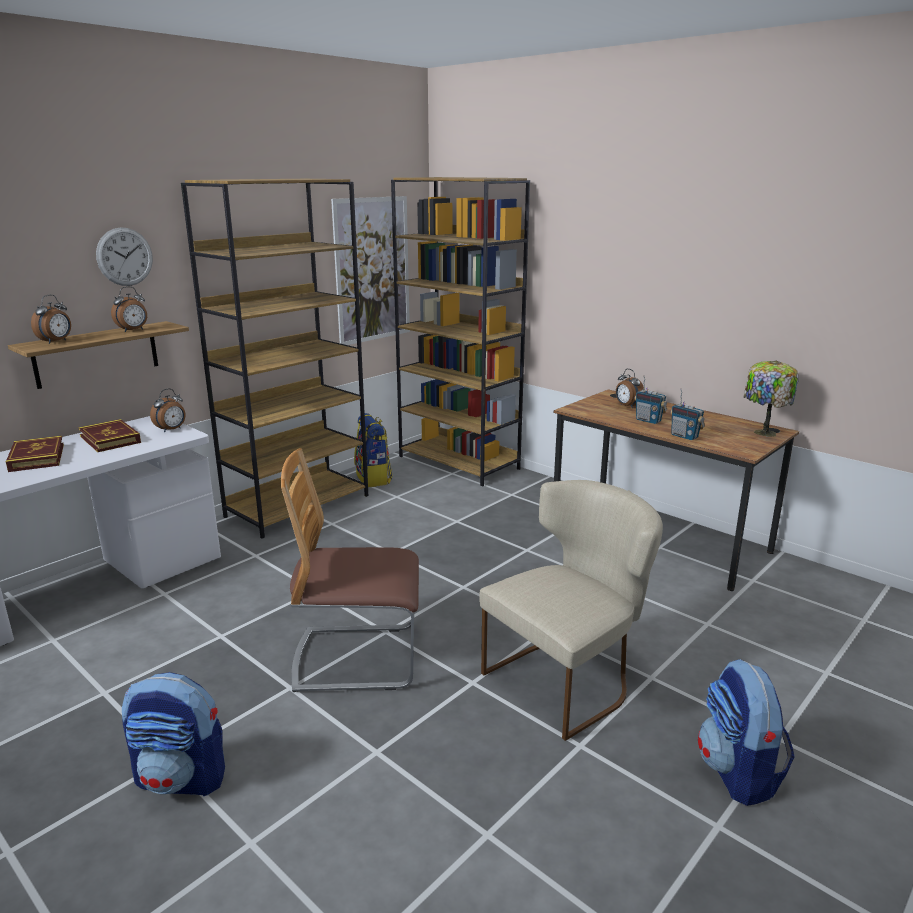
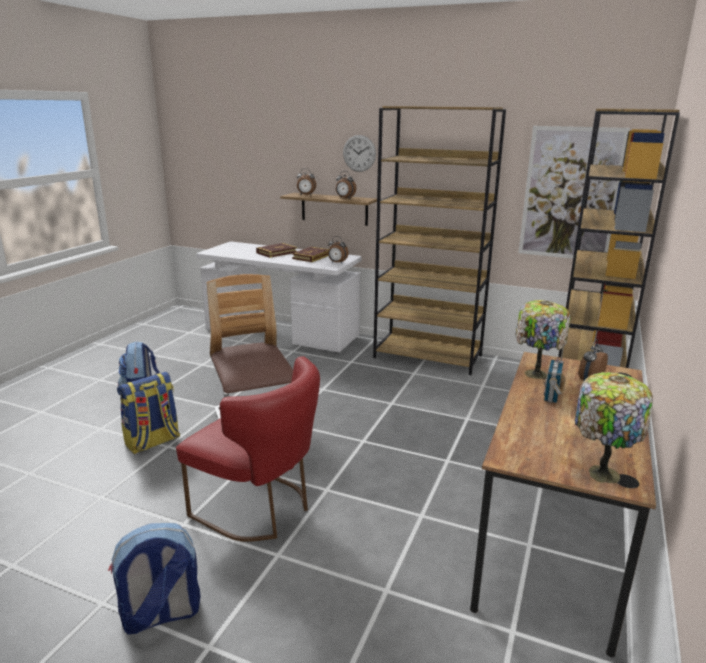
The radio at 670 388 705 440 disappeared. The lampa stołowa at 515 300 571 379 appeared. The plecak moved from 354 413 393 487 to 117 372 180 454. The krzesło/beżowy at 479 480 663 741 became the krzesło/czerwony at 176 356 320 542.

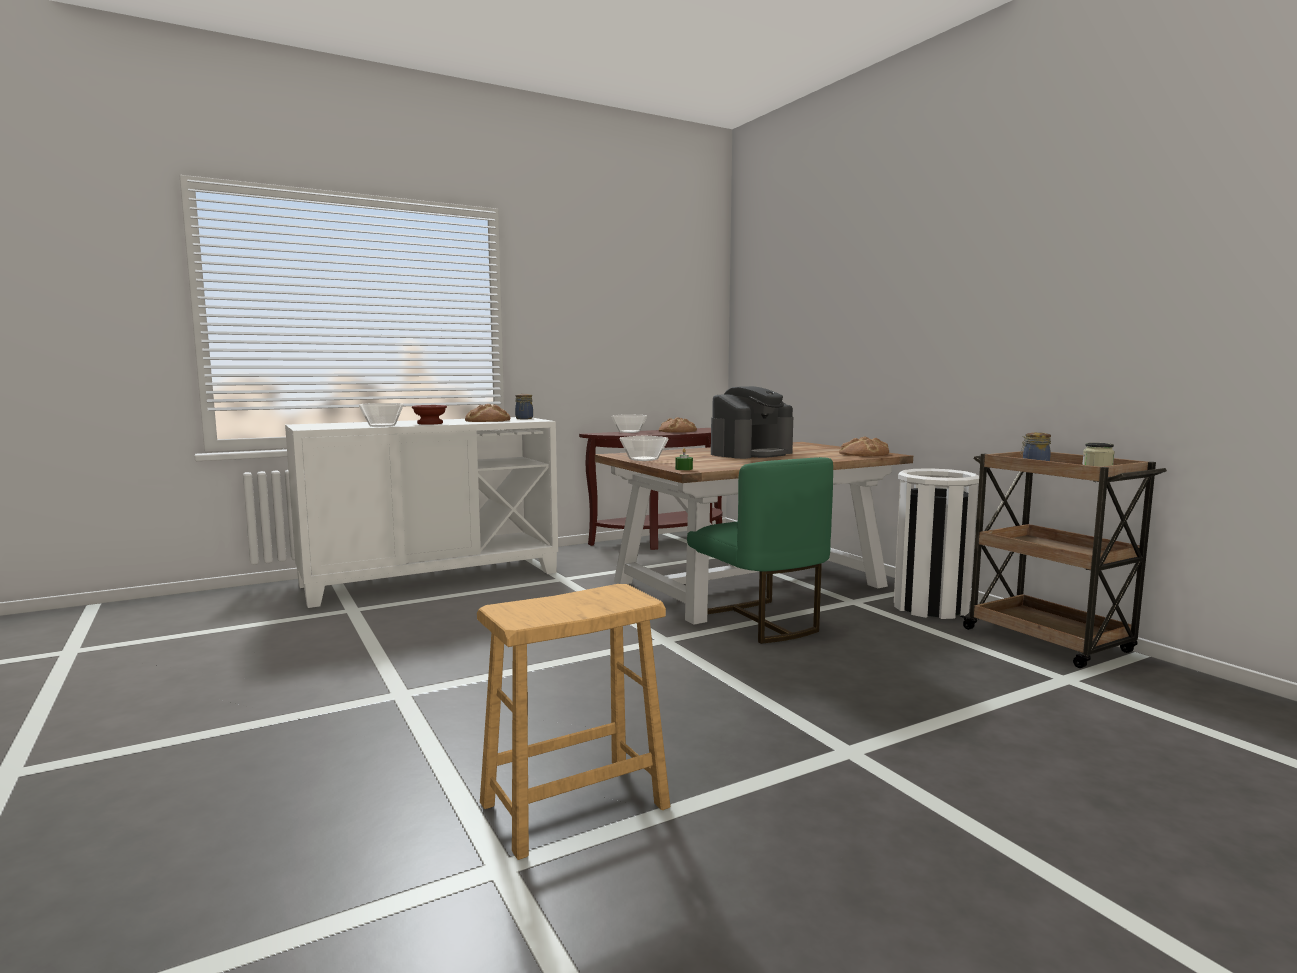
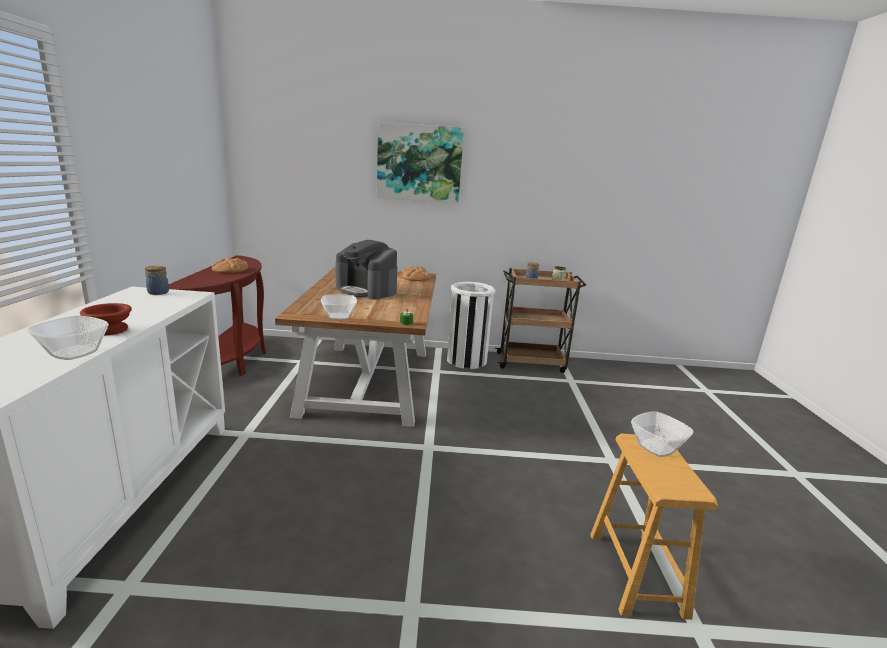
The chleb at 465 404 511 422 disappeared. The krzesło/zielony at 687 457 833 644 disappeared. The obraz at 377 122 464 203 appeared. The miska moved from 612 414 647 433 to 631 411 694 457. The ekspres do kawy at 711 386 793 459 turned 135 degrees clockwise.

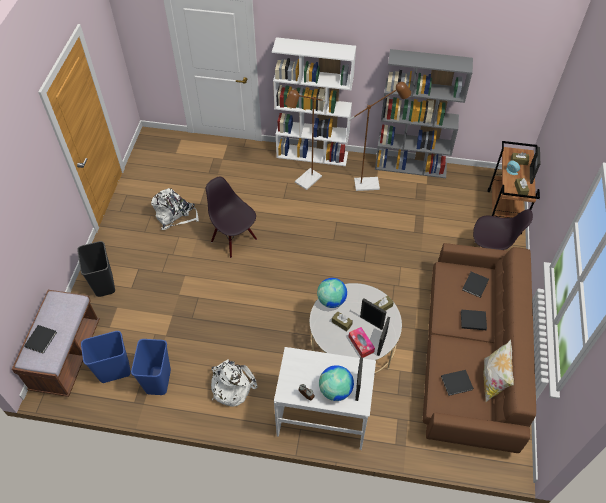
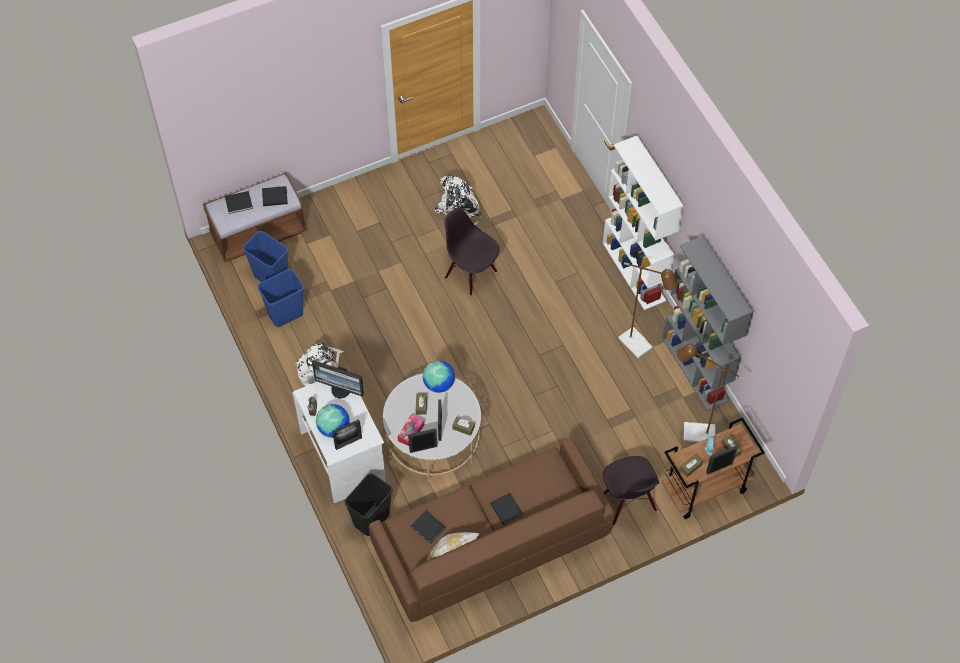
The monitor at 312 361 364 398 appeared. The kosz na śmieci/czarny moved from 77 241 115 297 to 344 473 393 536. The lampa stojąca/brązowy moved from 285 88 326 190 to 676 344 745 442. The książka/czarny moved from 462 272 489 298 to 262 186 288 206. The krzesło/czarny at 206 177 257 258 turned 60 degrees counterclockwise.

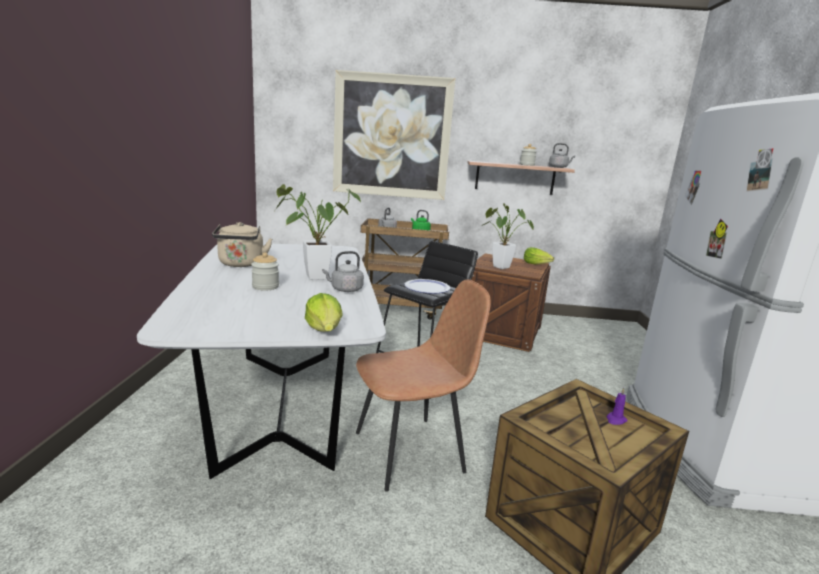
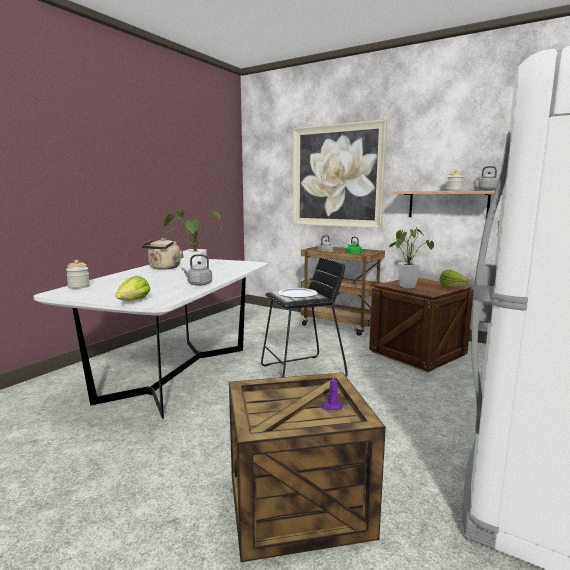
The krzesło/brązowy at 356 279 491 491 disappeared. The słoik moved from 251 252 279 290 to 66 260 90 289.

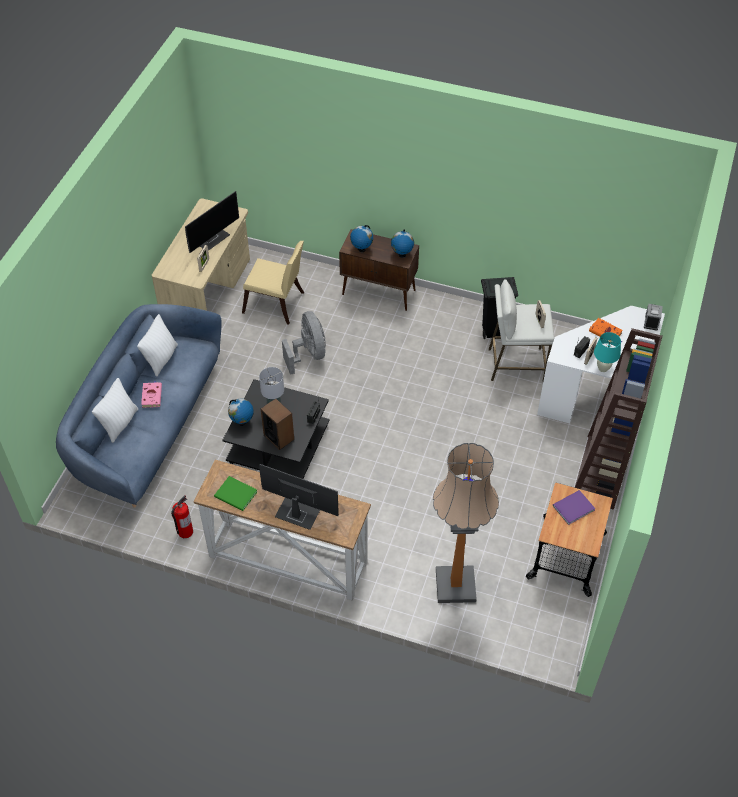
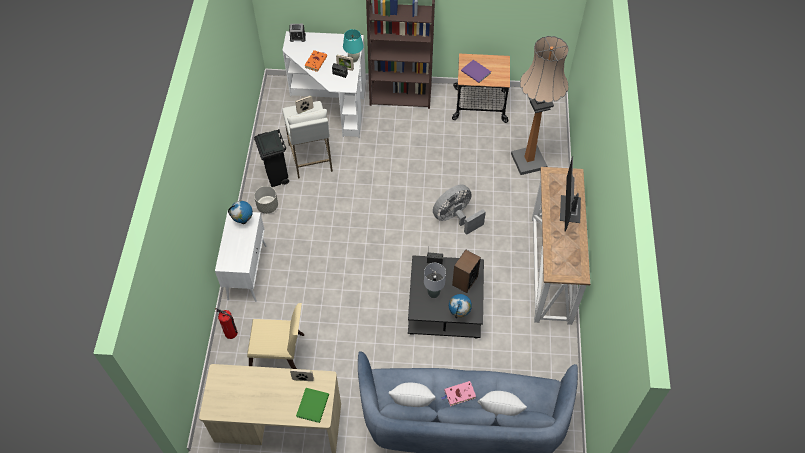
The monitor at 185 191 239 253 disappeared. The globus at 350 225 373 252 disappeared. The donica/szary at 254 186 278 214 appeared. The gaśnica moved from 171 495 193 538 to 216 308 238 339. The książka/zielony moved from 214 476 258 511 to 296 388 329 423. The wentylator/szary moved from 282 311 326 375 to 433 185 486 235. The szafka/brązowy at 339 229 419 311 became the szafka/biały at 215 211 267 302. The krzesło/beżowy at 242 241 304 325 turned 90 degrees clockwise.

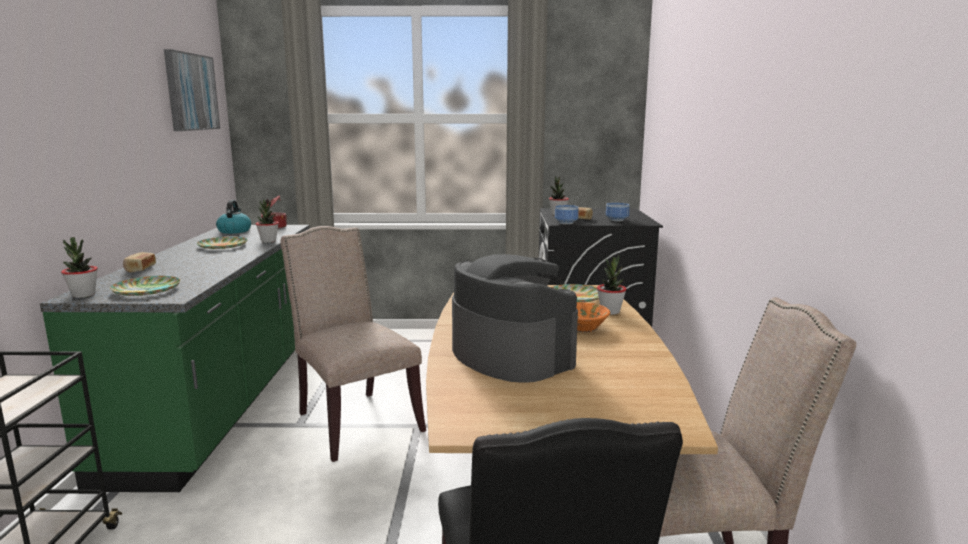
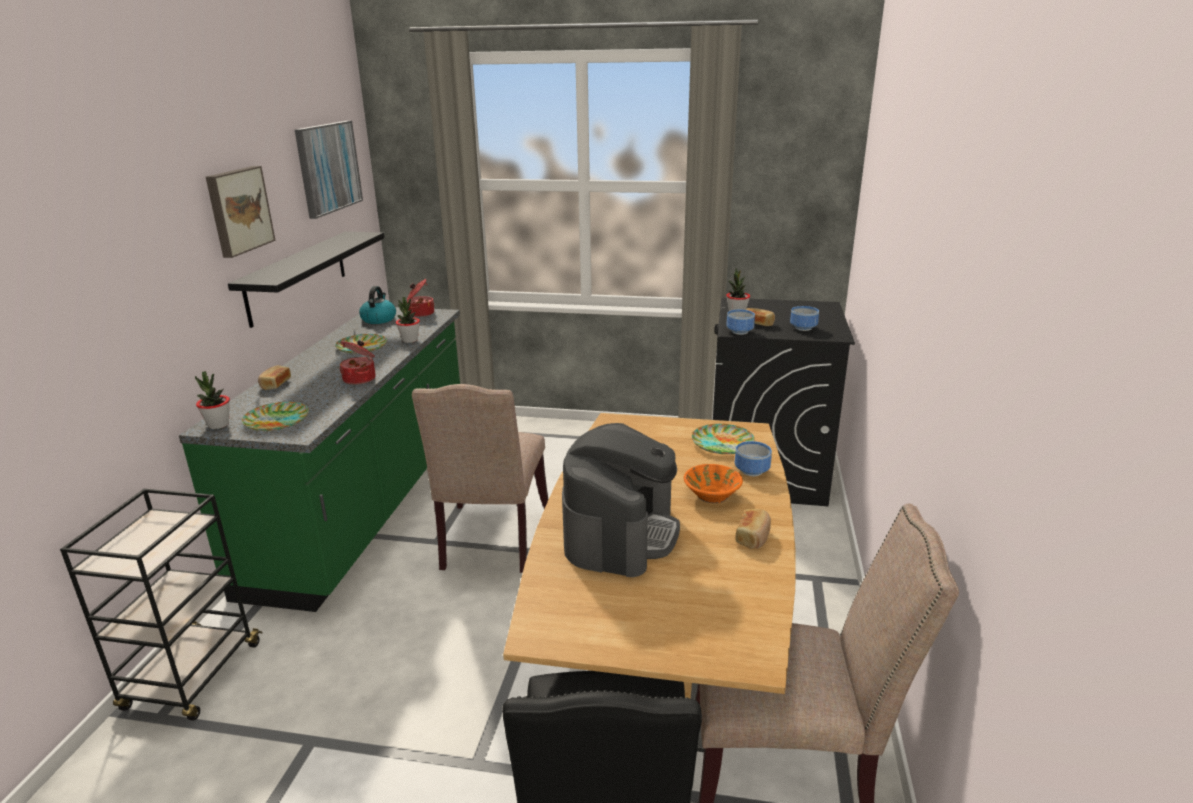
The obraz at 206 166 275 258 appeared. The półka/czarny at 228 232 384 328 appeared. The garnek at 339 340 376 385 appeared. The chleb at 735 509 771 549 appeared. The roślina doniczkowa at 597 255 627 315 was replaced by the miska at 735 441 772 476. The krzesło/beżowy at 280 226 426 462 turned 150 degrees counterclockwise. The ekspres do kawy at 452 254 578 383 turned 45 degrees clockwise.

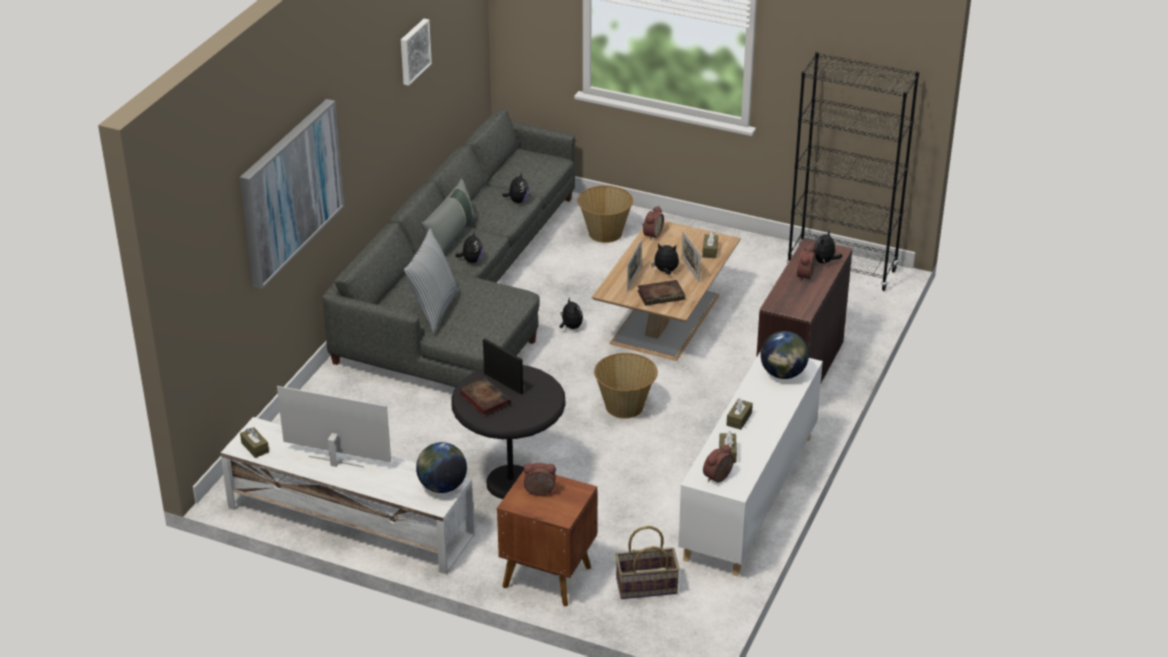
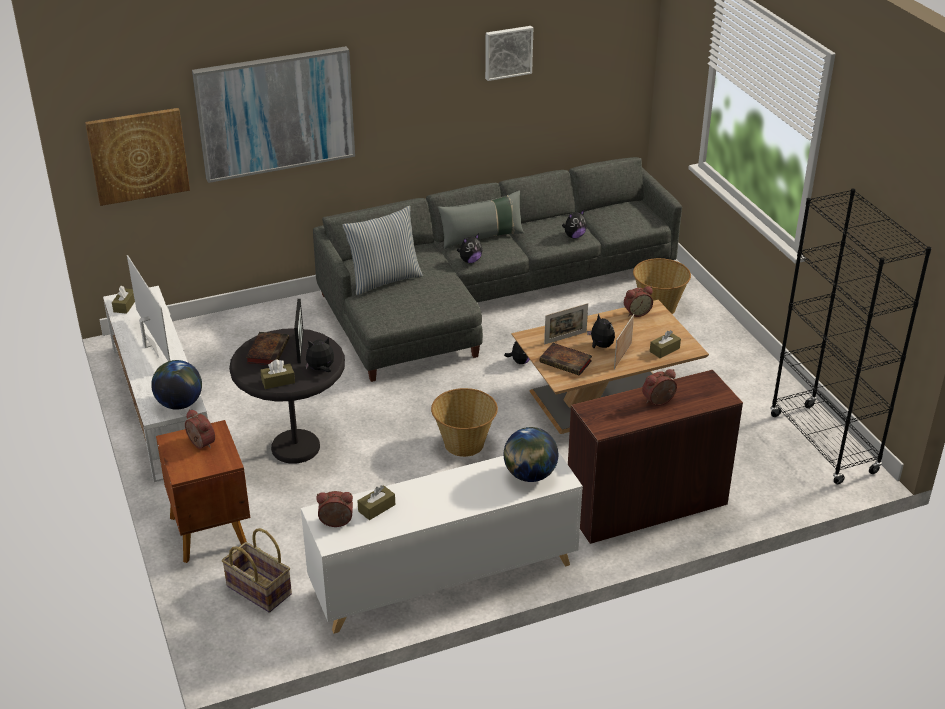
The obraz at 85 108 190 206 appeared. The pudełko chusteczek/brązowy moved from 726 398 753 430 to 260 360 295 389. The pluszak moved from 814 230 843 263 to 305 337 334 372.

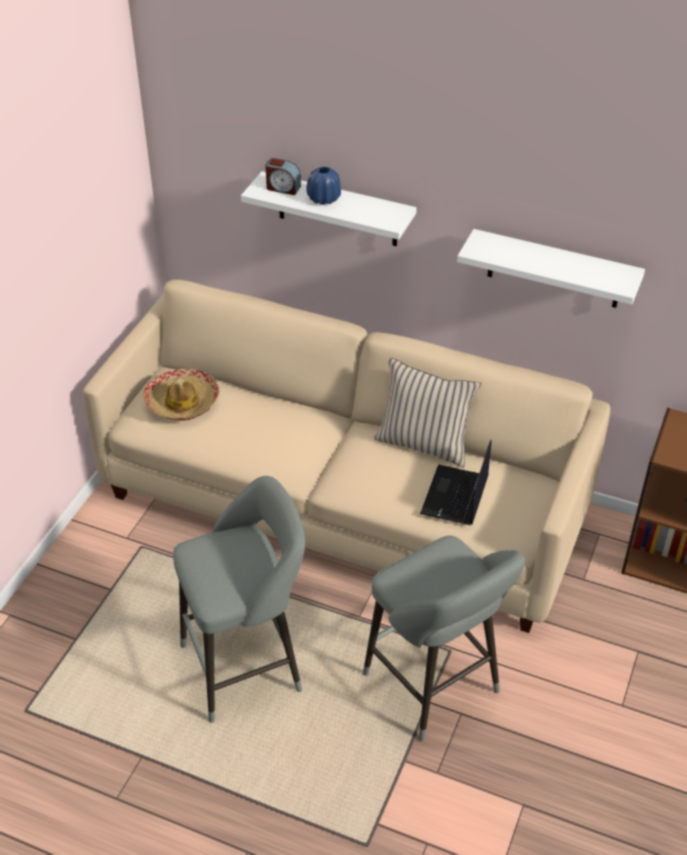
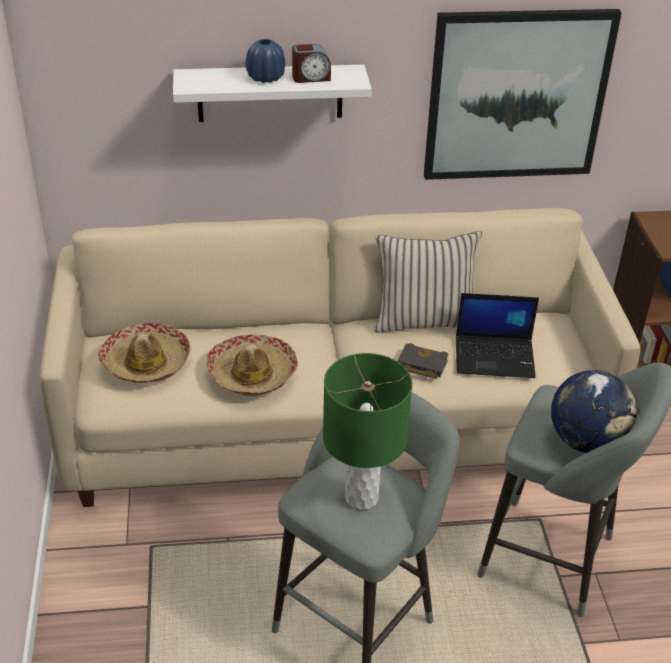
The kapelusz at 207 334 298 396 appeared. The lampa stołowa/zielony at 323 353 412 510 appeared. The książka/czarny at 397 343 449 379 appeared. The globus at 551 370 637 453 appeared. The budzik moved from 265 158 301 195 to 292 44 331 83. The półka/biały at 457 229 645 308 was replaced by the obraz at 424 9 622 180. The laptop at 420 440 491 525 turned 75 degrees counterclockwise.

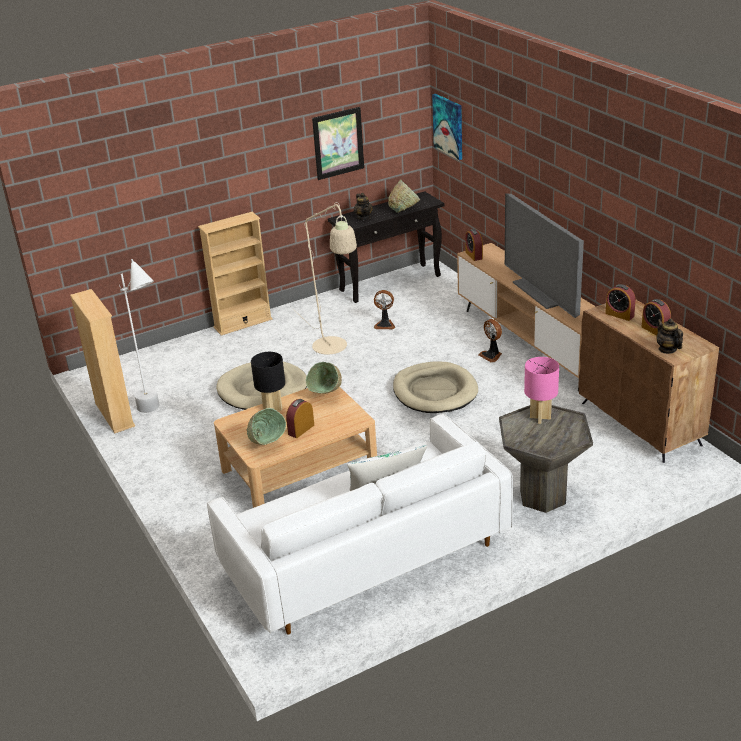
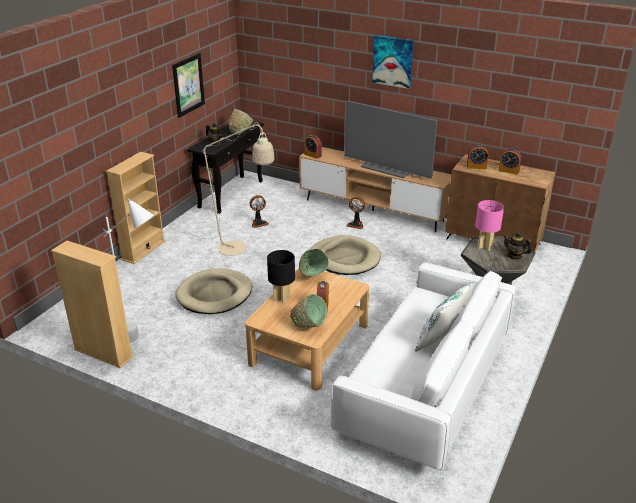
The obraz moved from 432 94 462 160 to 372 35 414 89. The imbryk moved from 656 318 683 354 to 503 232 531 260.

